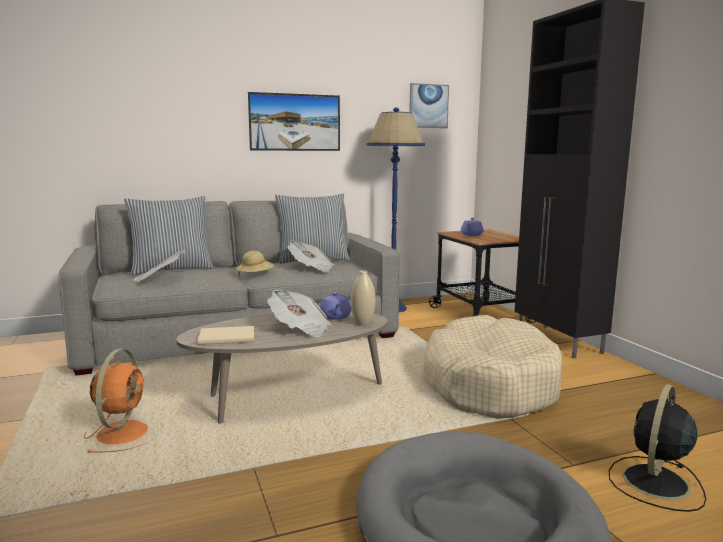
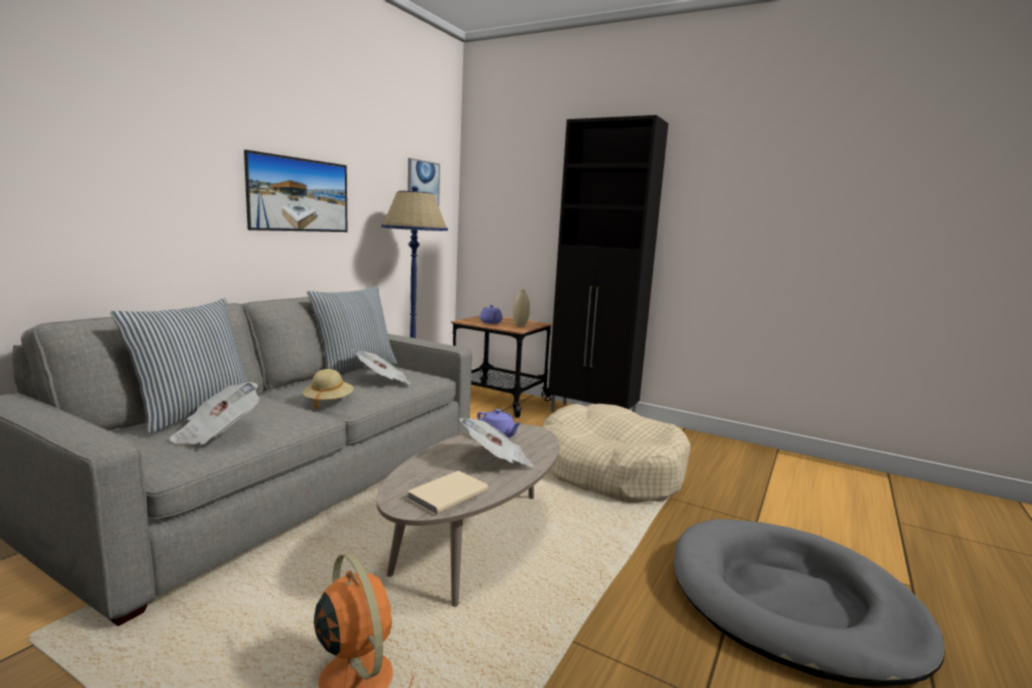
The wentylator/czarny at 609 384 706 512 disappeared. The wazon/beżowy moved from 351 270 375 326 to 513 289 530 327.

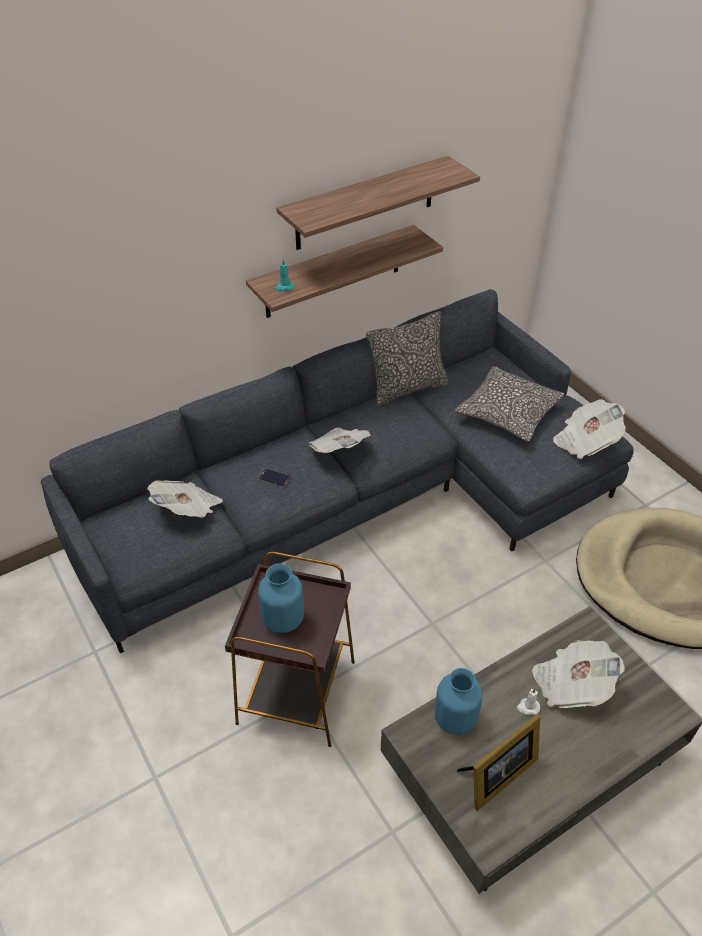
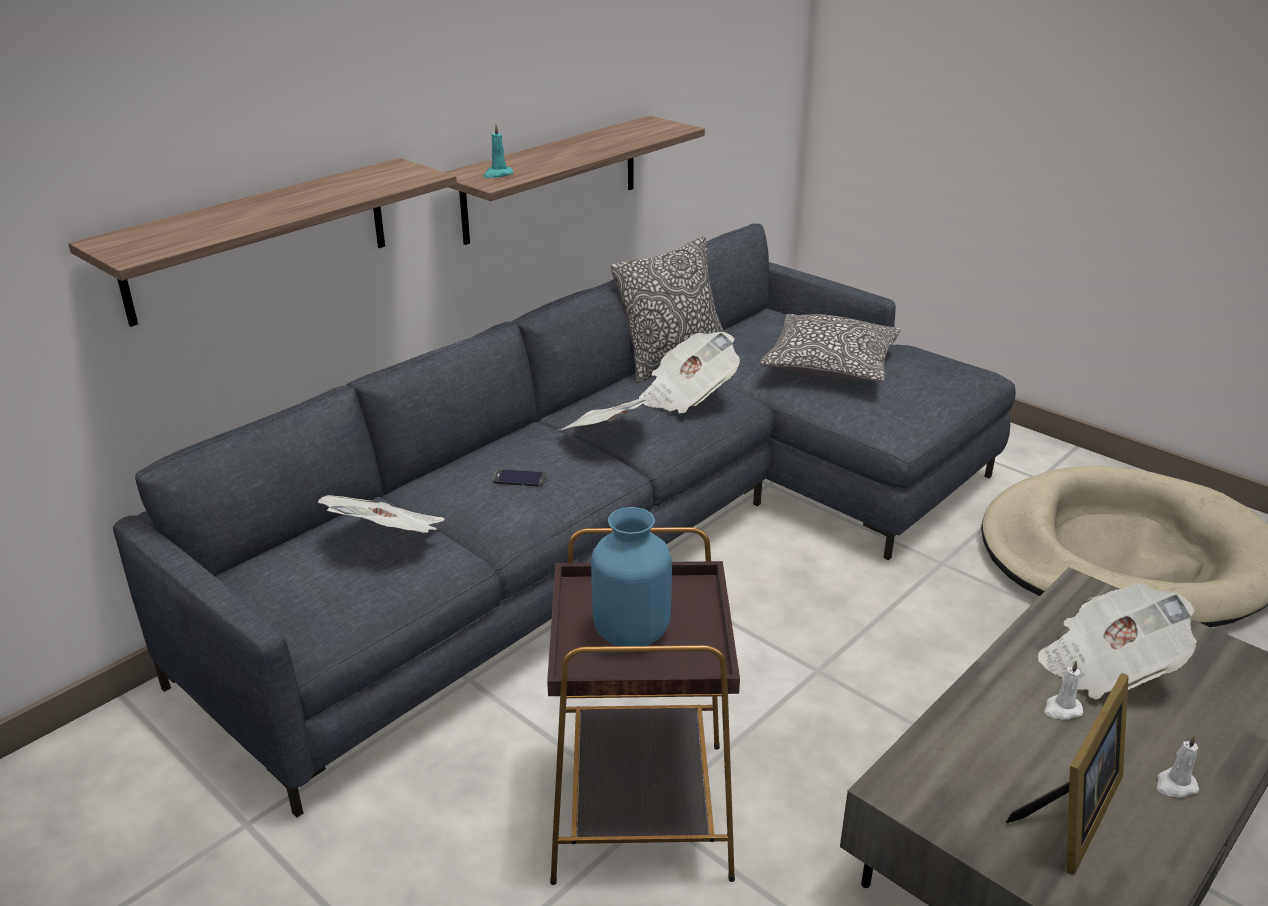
The wazon/niebieski at 435 668 482 735 disappeared. The świeca/biały at 1157 734 1199 798 appeared. The półka moved from 276 156 480 250 to 68 158 457 327. The gazeta moved from 553 399 626 459 to 639 332 740 413.

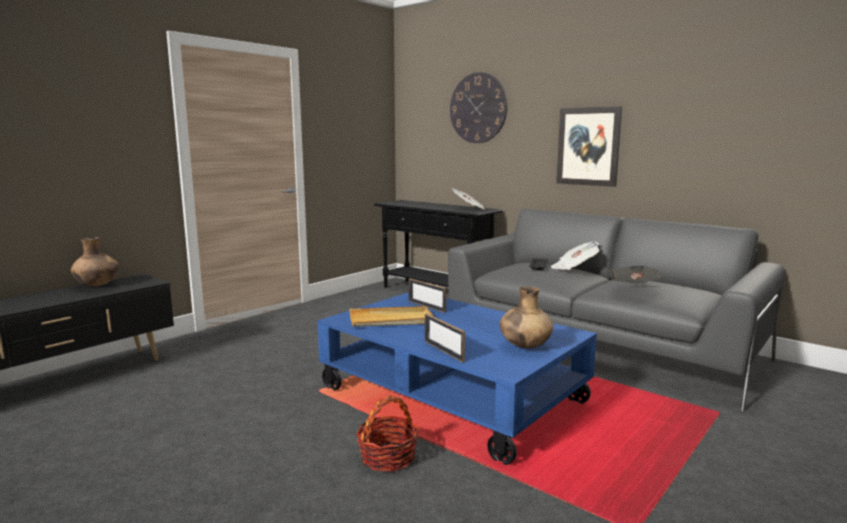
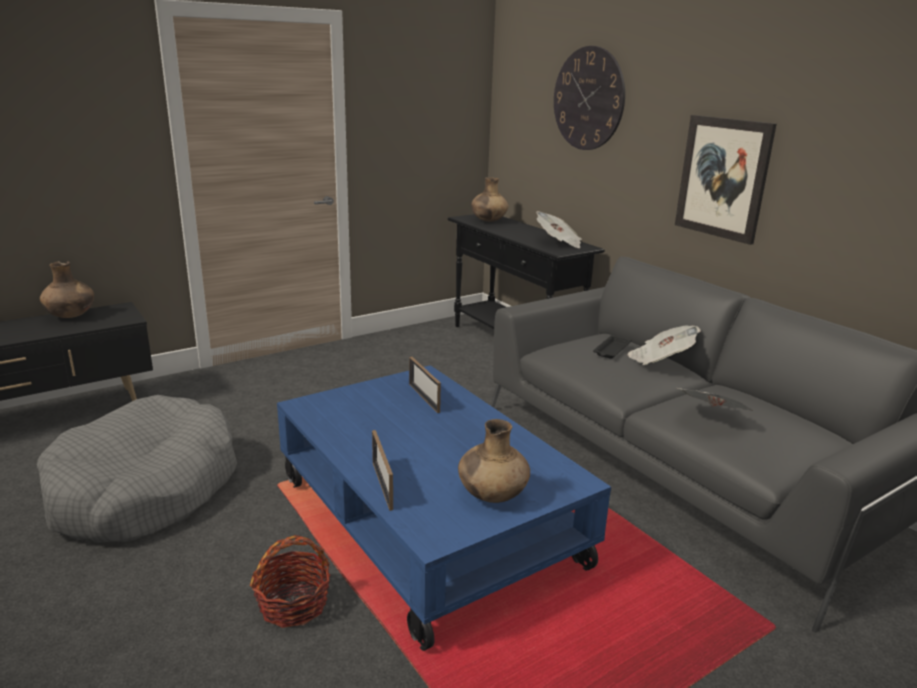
The taca/beżowy at 349 306 433 327 disappeared. The legowisko/szary at 37 395 237 543 appeared. The wazon/brązowy at 471 177 508 222 appeared.

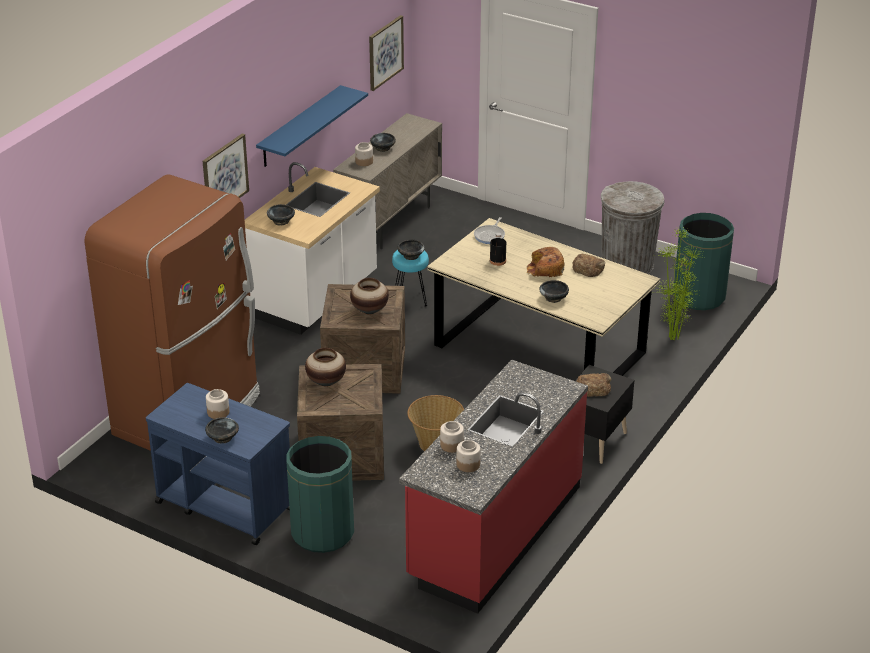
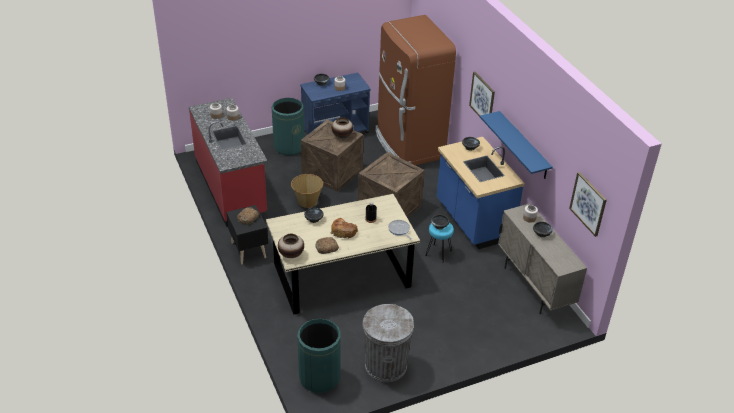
The roślina doniczkowa at 654 228 704 340 disappeared. The wazon moved from 350 278 389 315 to 278 234 304 258. The zabudowa kuchenna/biały at 245 162 380 335 became the zabudowa kuchenna/niebieski at 437 137 524 249.

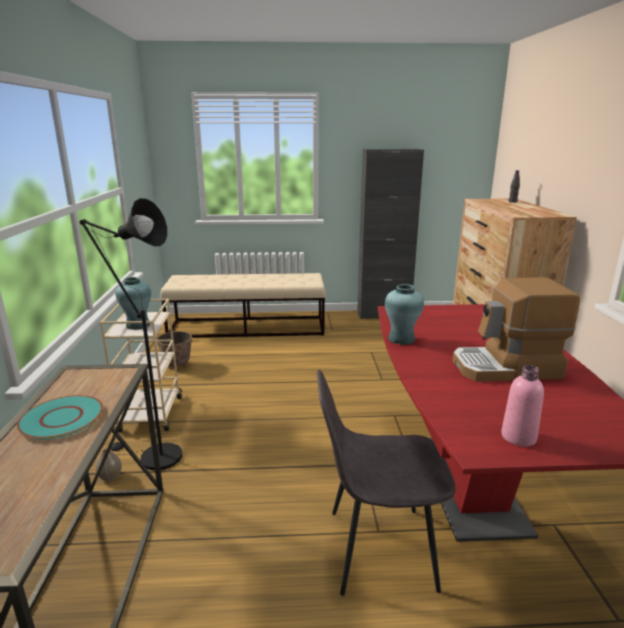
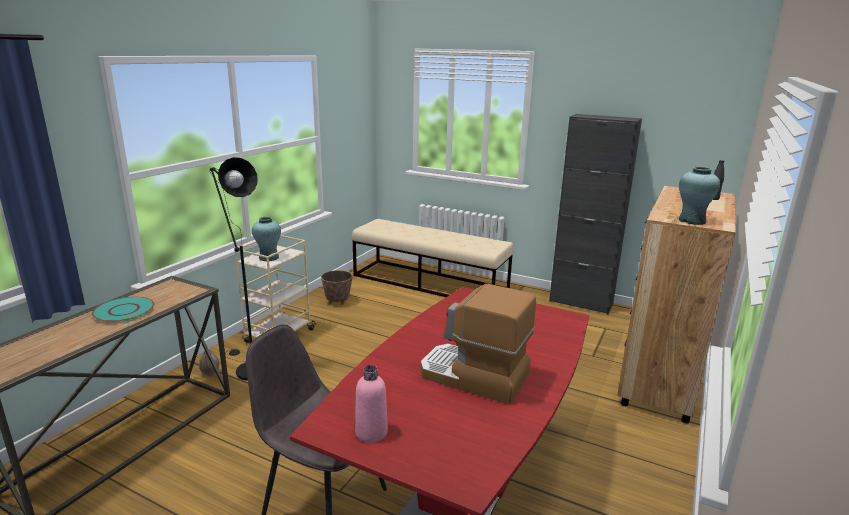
The wazon/turkusowy moved from 385 284 424 345 to 678 167 720 225.

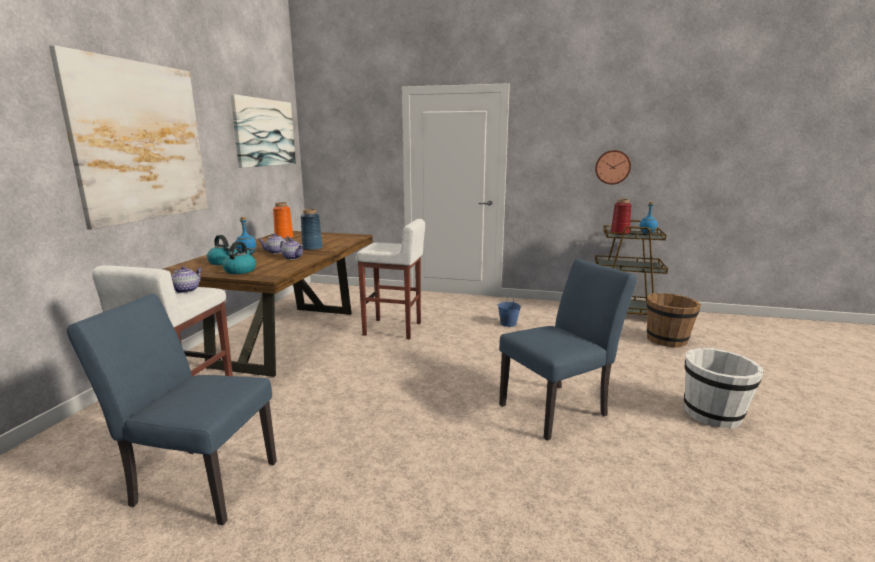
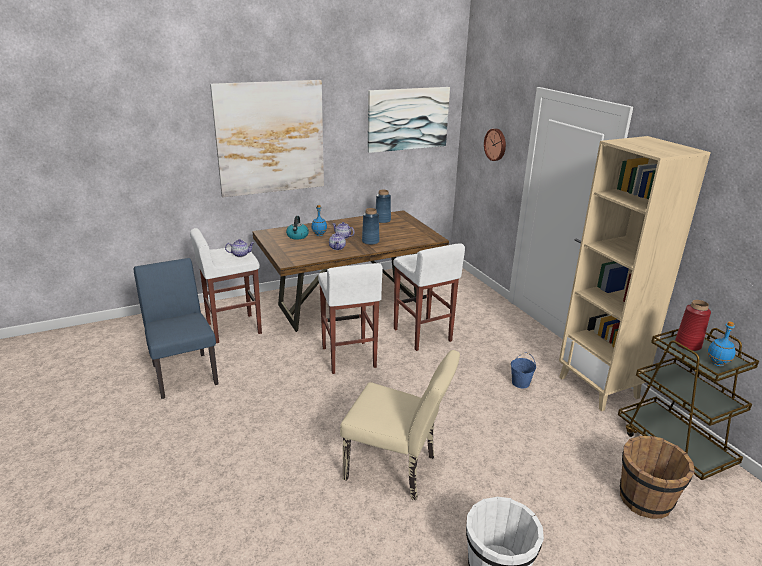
The czajnik at 222 241 256 274 disappeared. The stołek/biały at 318 263 383 374 appeared. The regał/beżowy at 559 136 711 411 appeared. The zegar ścienny moved from 595 150 631 185 to 484 129 506 161. The wazon/pomarańczowy at 273 202 293 239 became the wazon/niebieski at 376 190 391 223. The krzesło/niebieski at 499 259 637 441 became the krzesło/beżowy at 340 350 460 500.

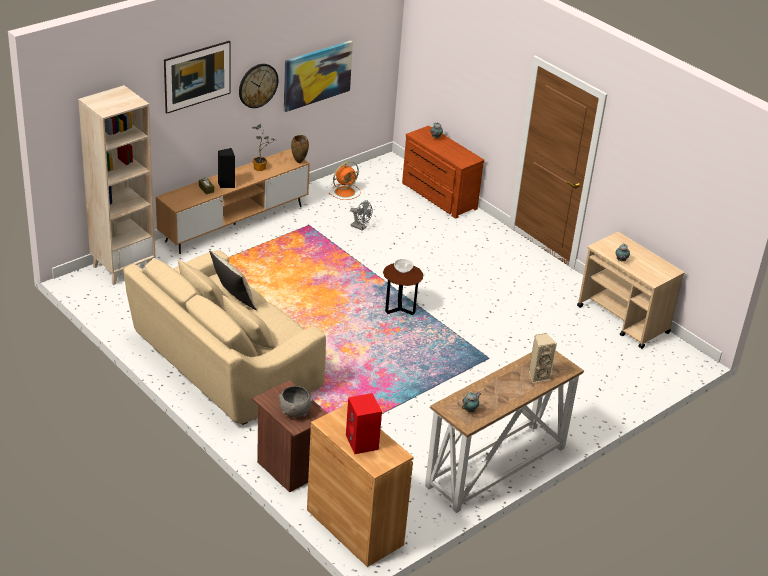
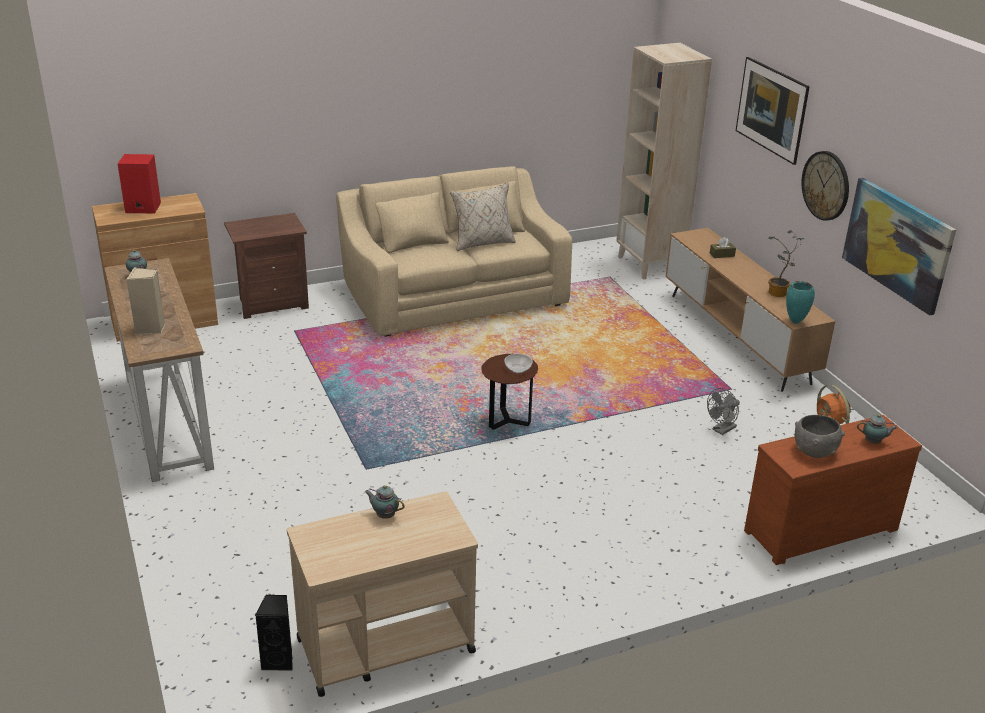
The głośnik/czarny moved from 218 148 235 188 to 255 595 293 671. The miska/szary moved from 278 386 313 418 to 795 415 845 458. The wazon/brązowy at 291 135 309 163 became the wazon/turkusowy at 786 281 815 324.

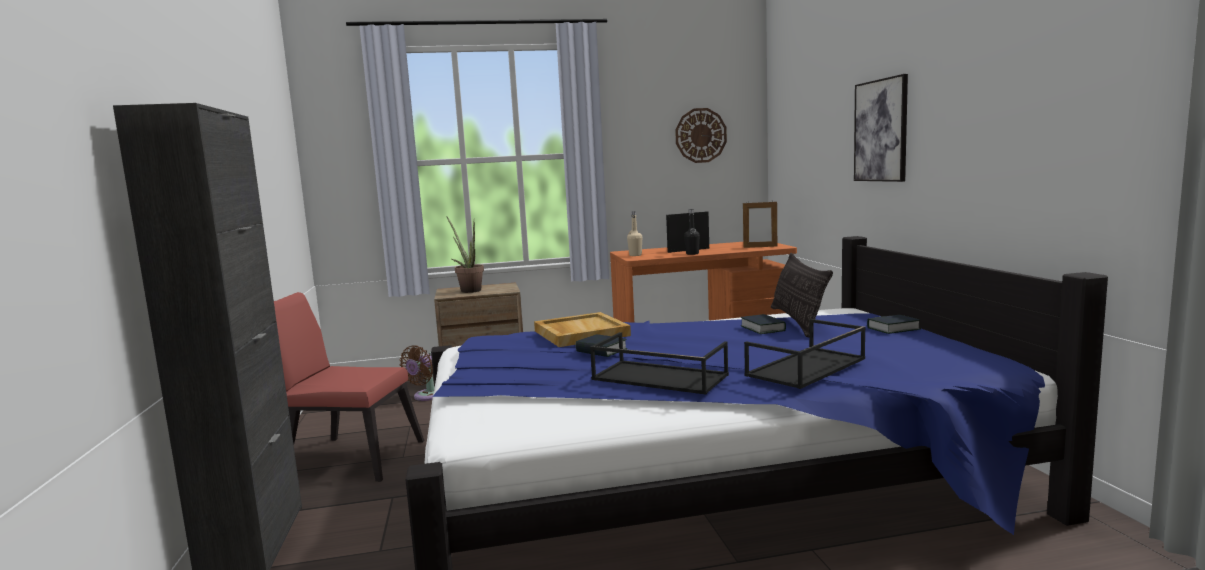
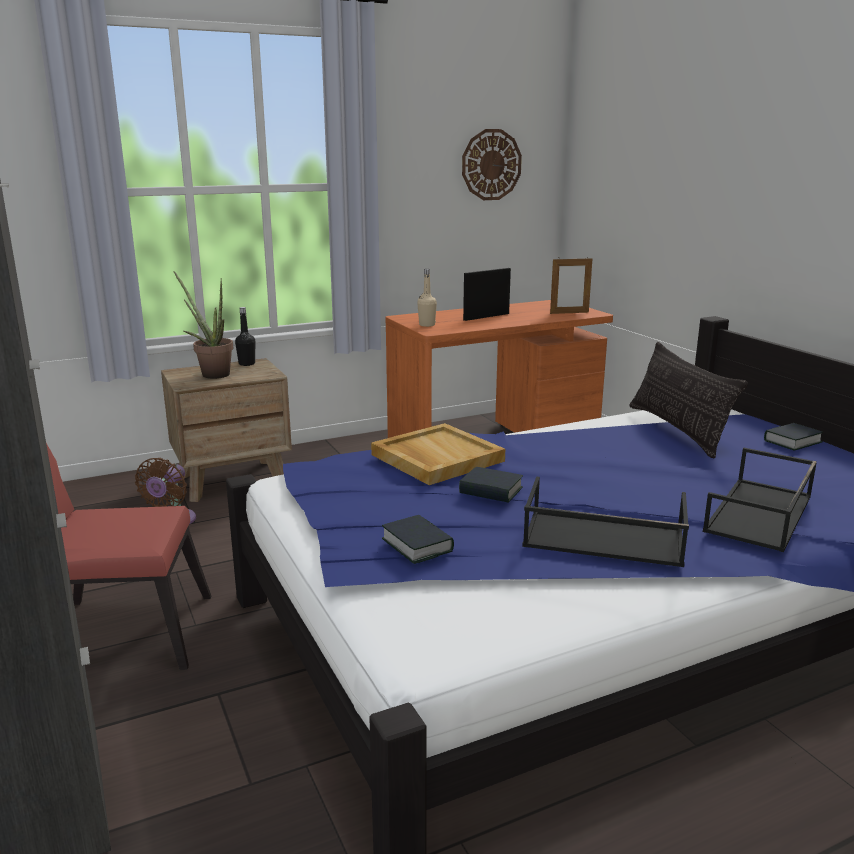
The obraz at 854 74 908 182 disappeared. The butelka/czarny moved from 684 209 700 255 to 235 307 255 366. The książka moved from 741 314 786 334 to 382 515 454 564.

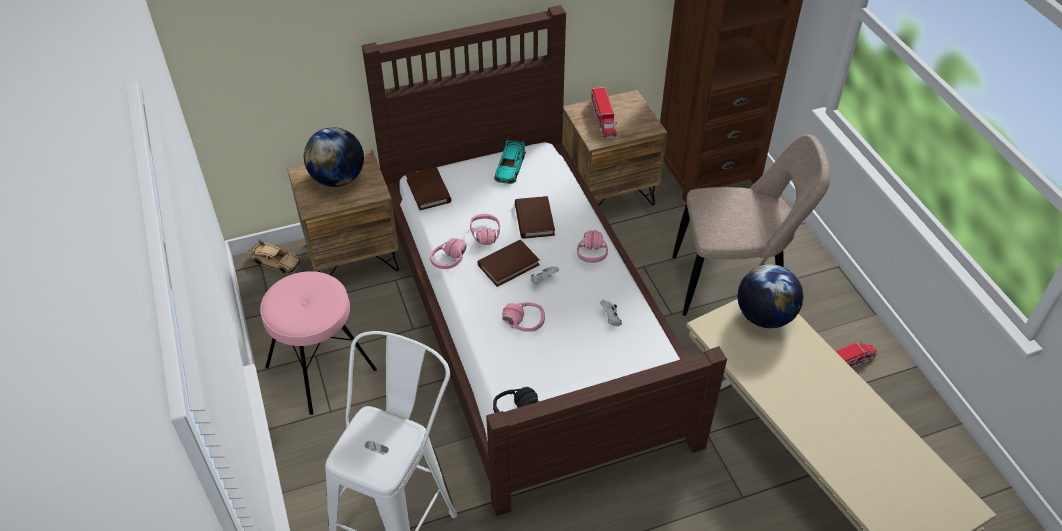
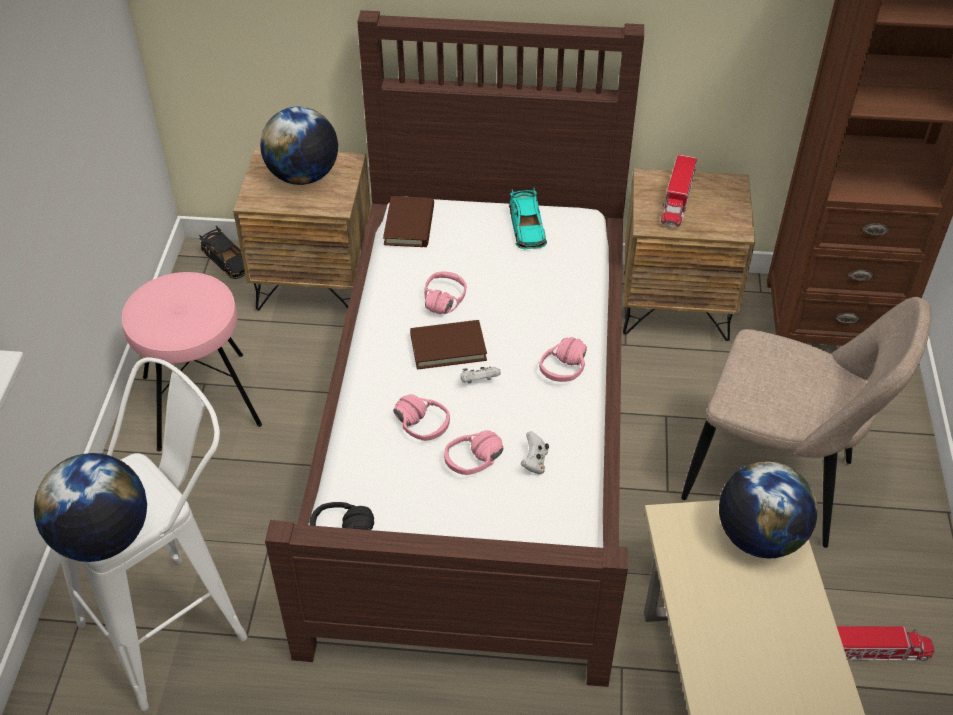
The książka/brązowy at 515 196 555 239 disappeared. The globus at 34 453 147 562 appeared. The słuchawki/różowy moved from 430 238 466 269 to 444 430 503 475. The samochodzik/beżowy at 249 239 301 274 became the samochodzik/czarny at 199 226 245 279. The samochodzik/turkusowy at 494 138 526 184 turned 45 degrees counterclockwise.

